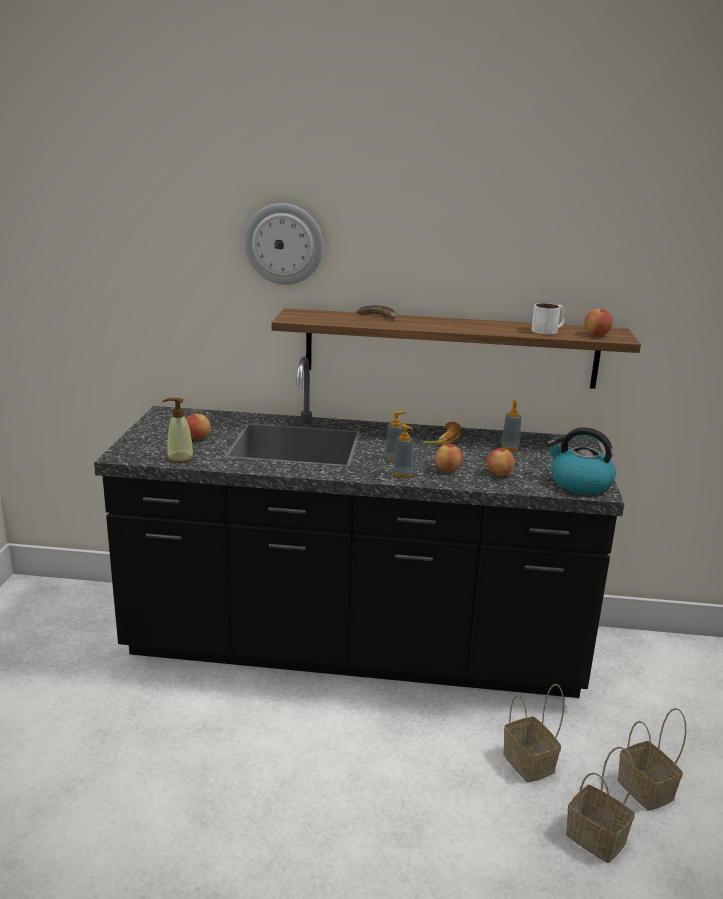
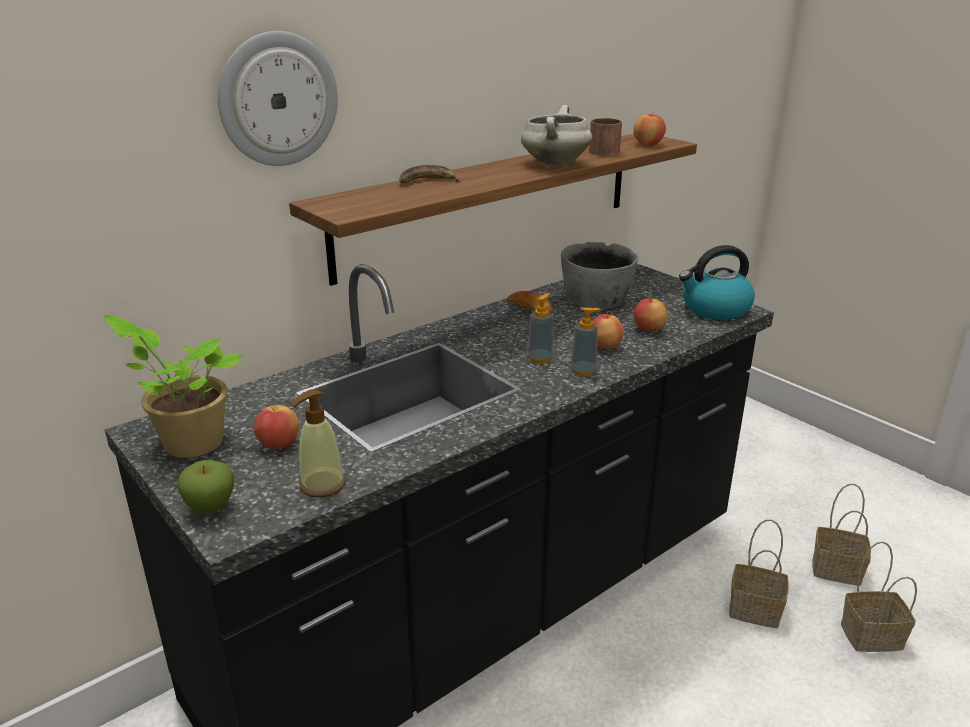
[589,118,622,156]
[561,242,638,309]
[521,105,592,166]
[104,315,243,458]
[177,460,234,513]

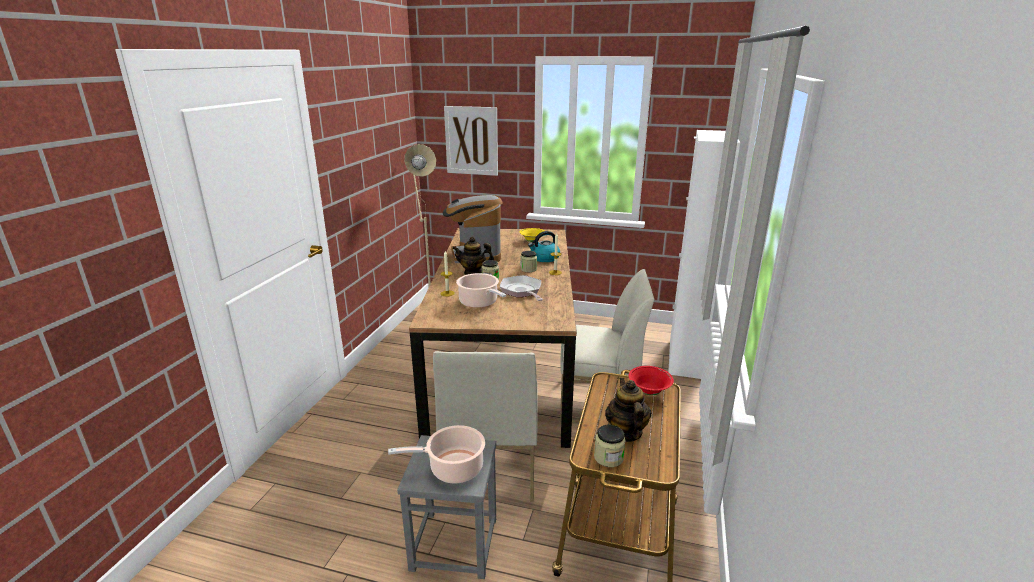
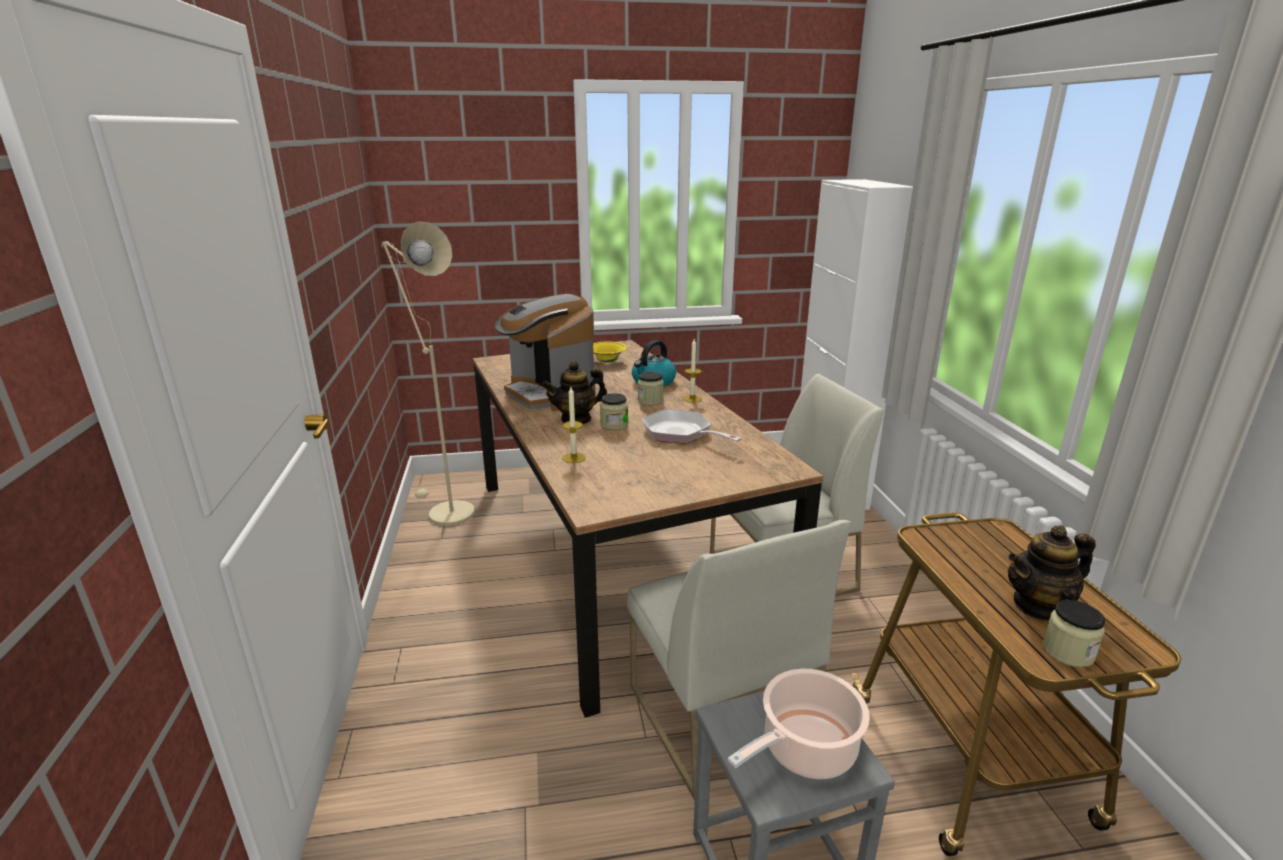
[444,106,498,176] (first image)
[456,273,506,308] (first image)
[629,366,674,395] (first image)
[1008,525,1096,621]

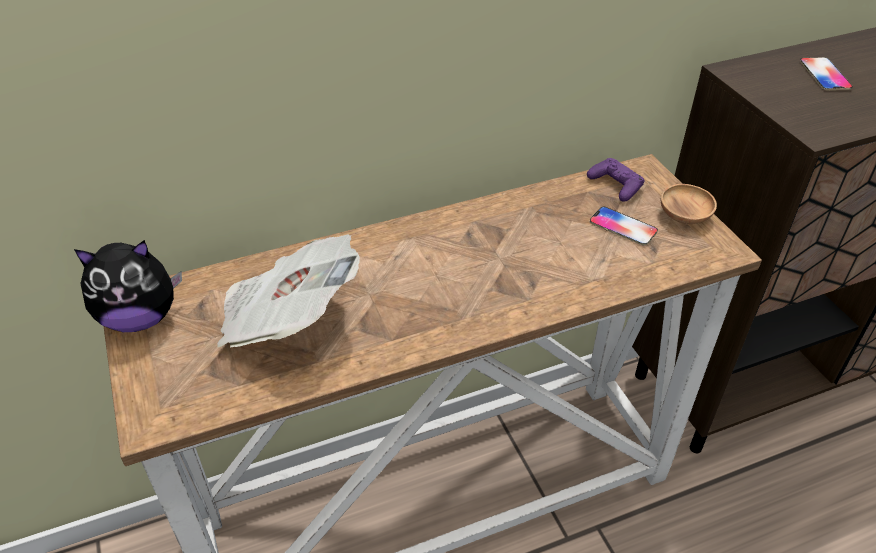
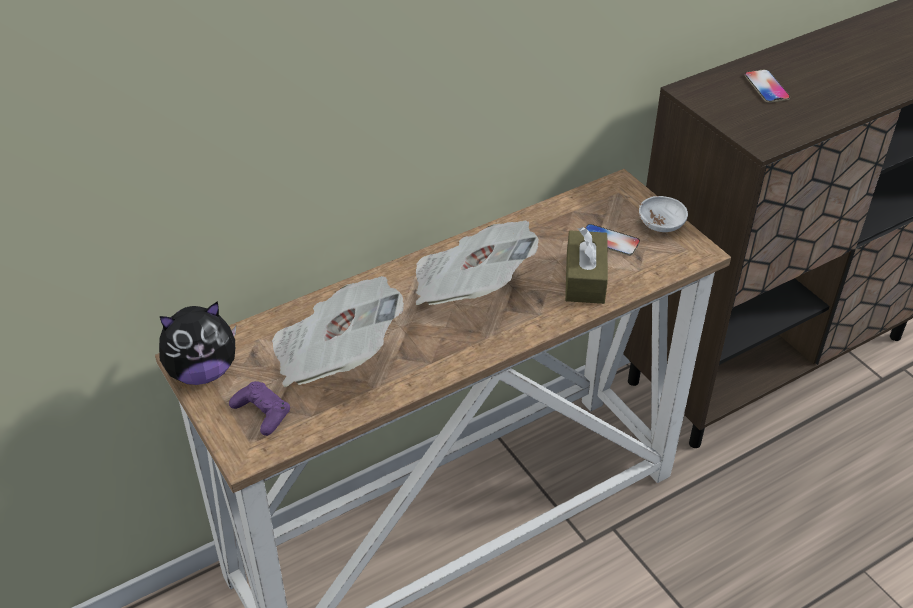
[229,381,290,436]
[639,196,688,232]
[415,221,539,305]
[565,227,608,304]

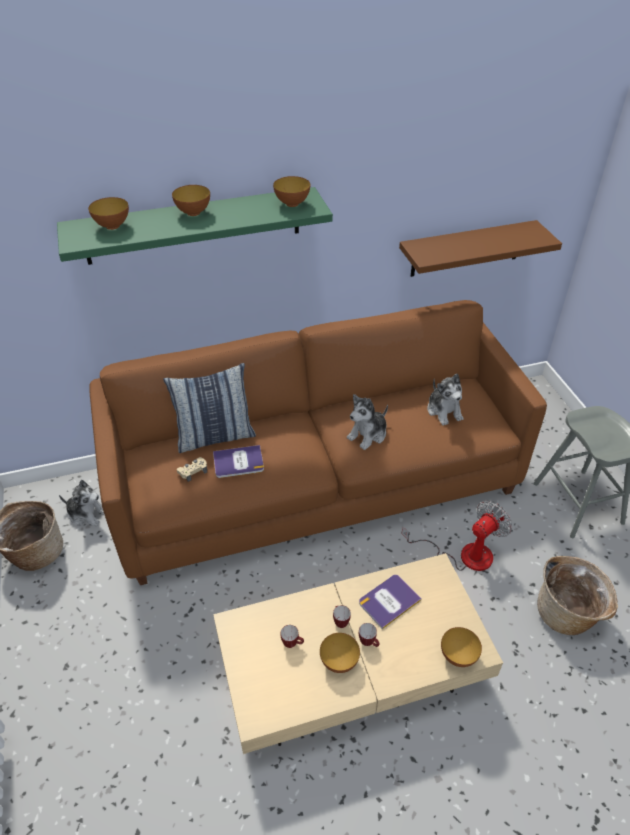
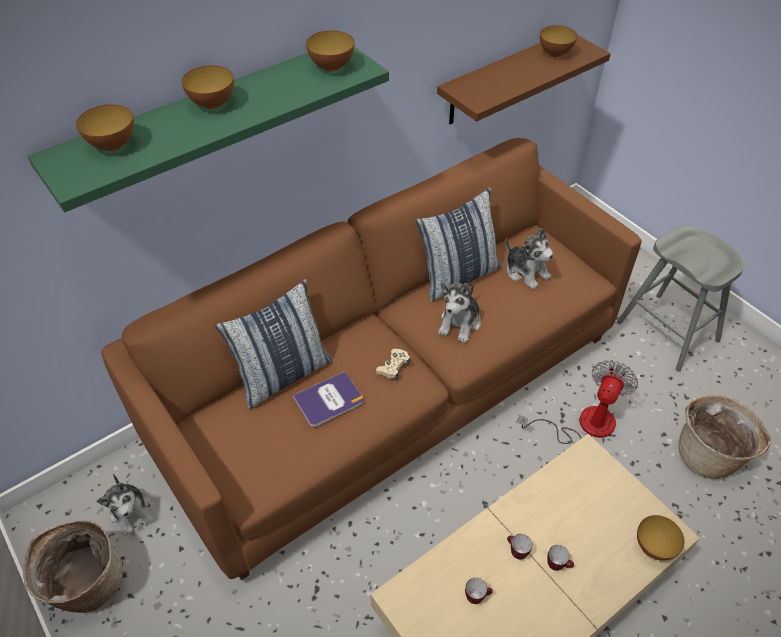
[376,349,410,380]
[97,474,153,536]
[359,575,422,629] (first image)
[540,25,577,57]
[415,187,501,302]

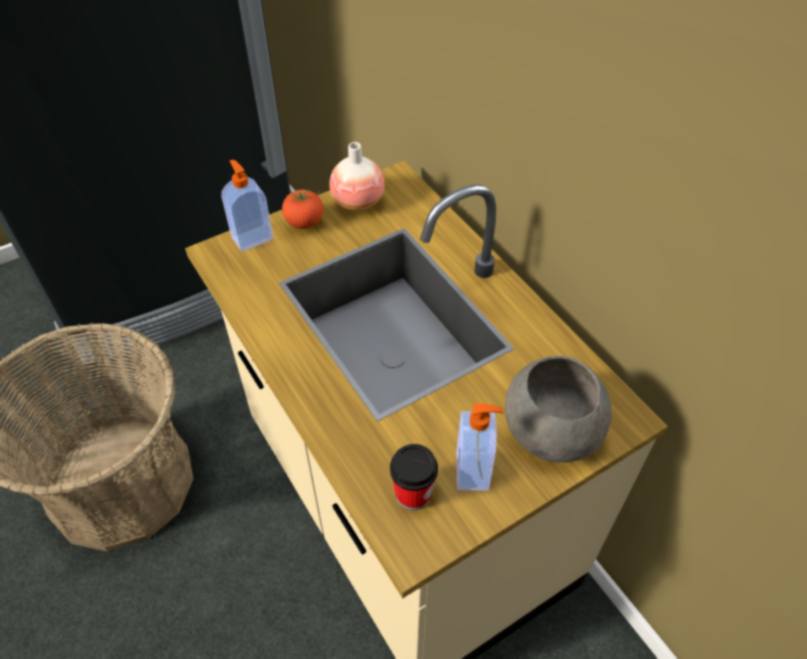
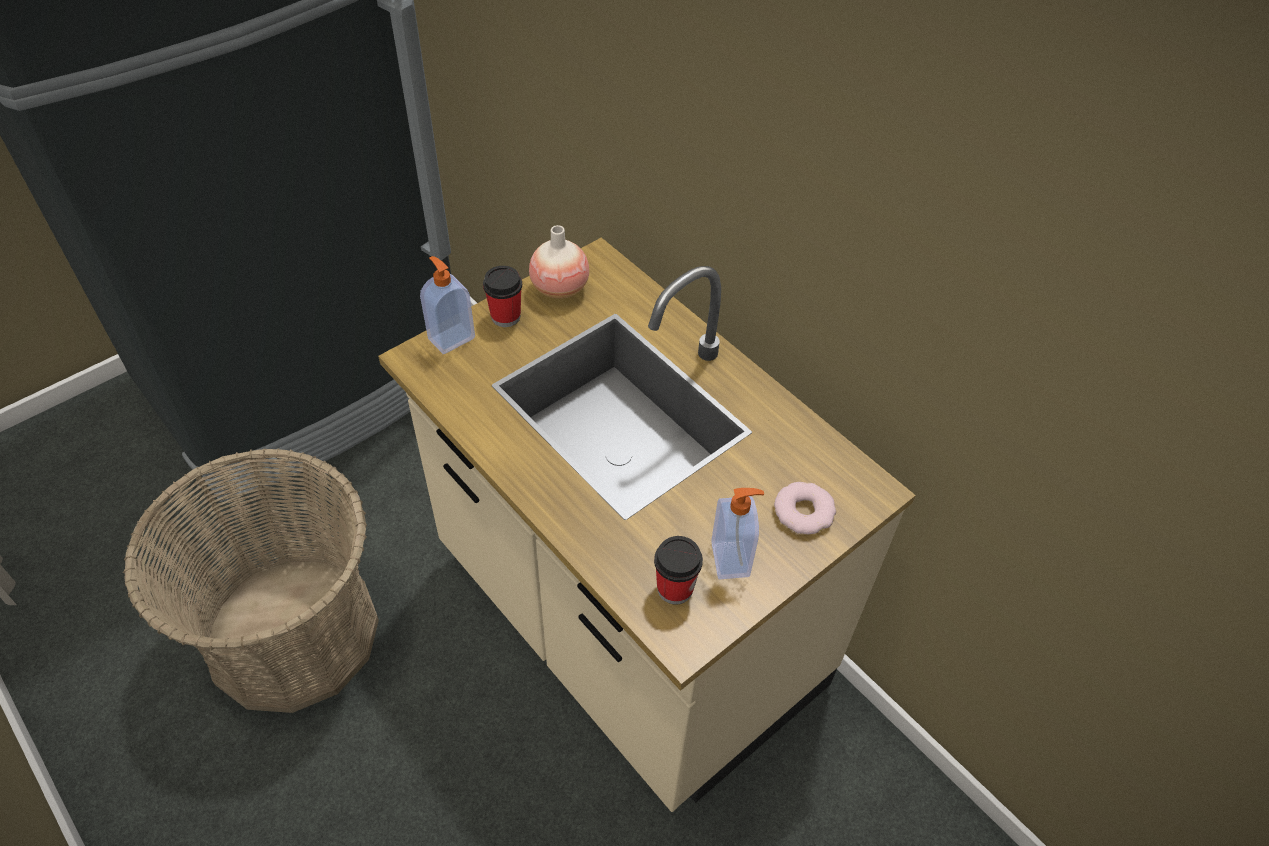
[483,266,522,327]
[774,482,836,535]

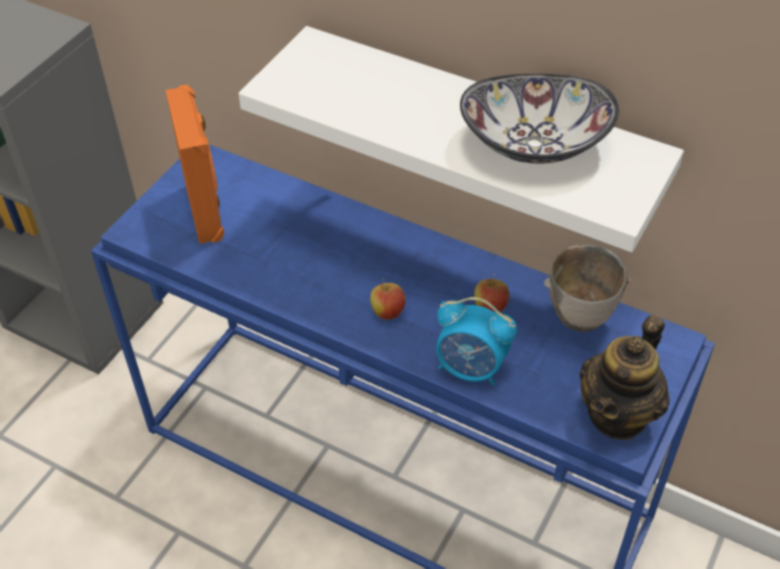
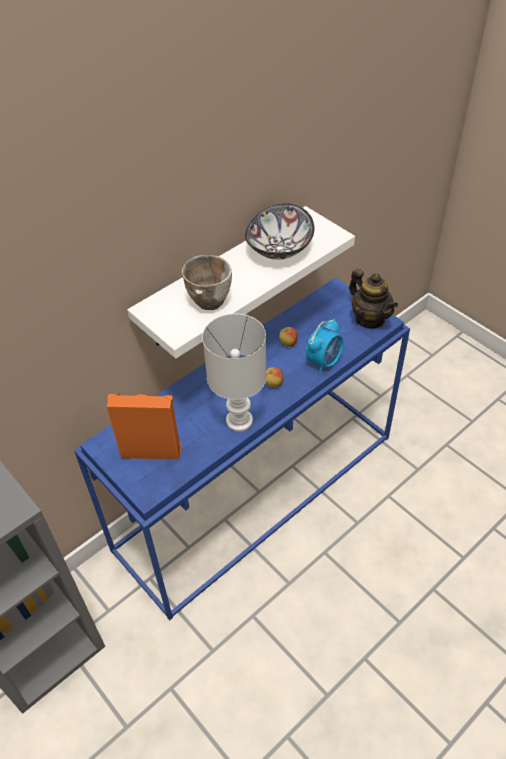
[182,255,232,310]
[202,313,267,432]

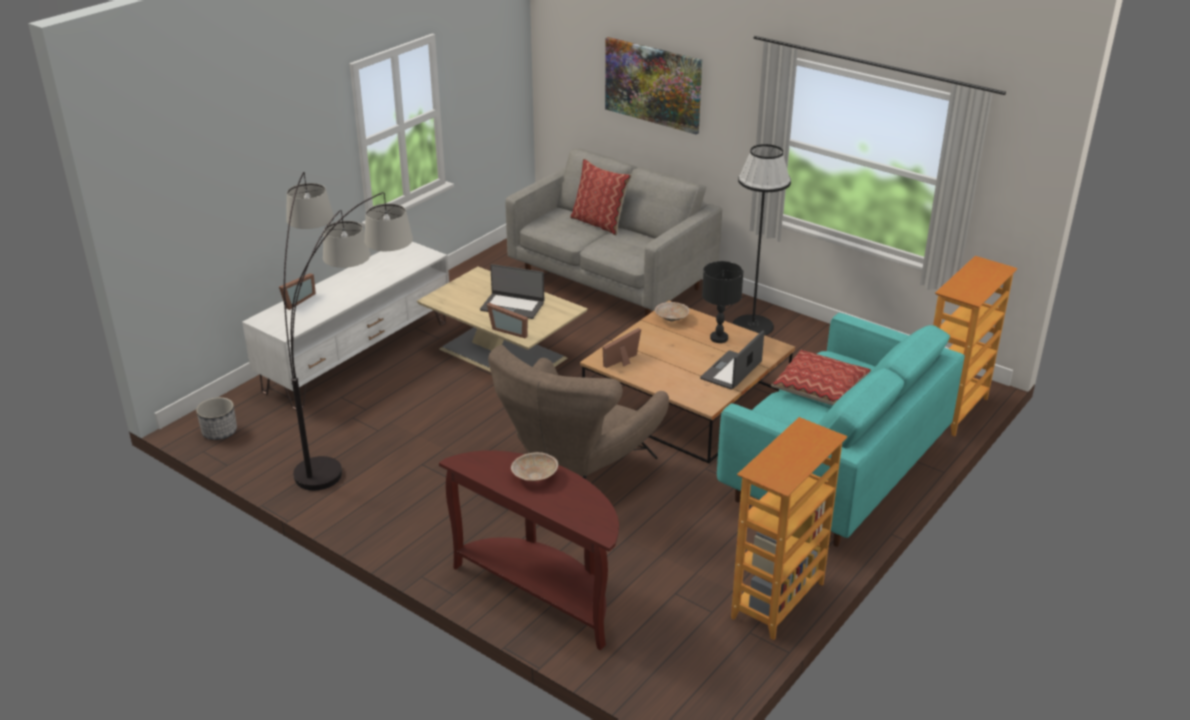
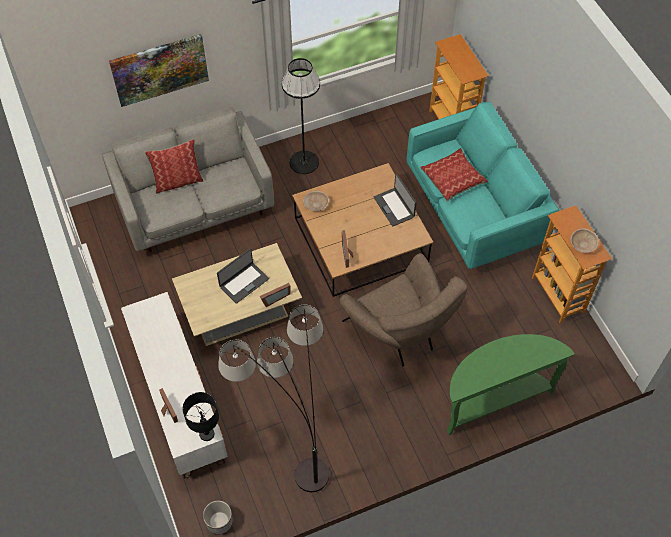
[183,392,219,441]
[447,334,575,435]
[570,228,599,253]

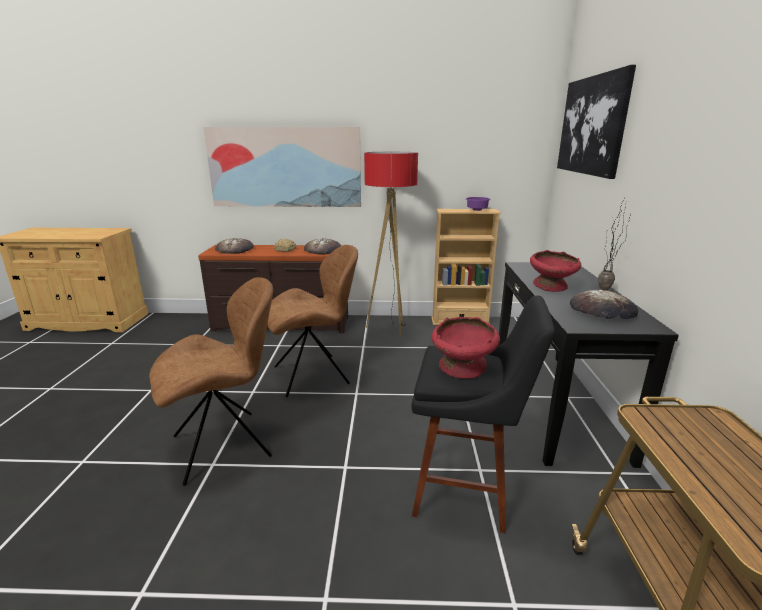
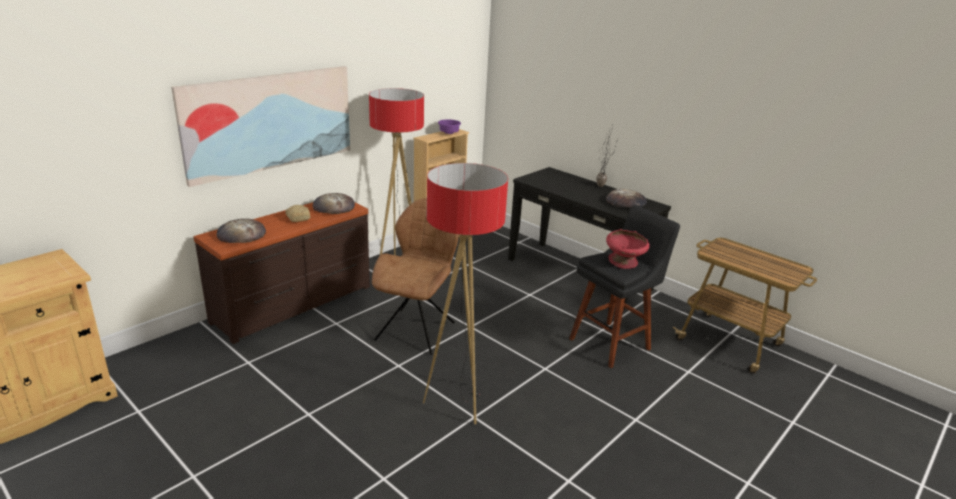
[557,65,636,179] (first image)
[530,250,581,292] (first image)
[423,163,508,425]

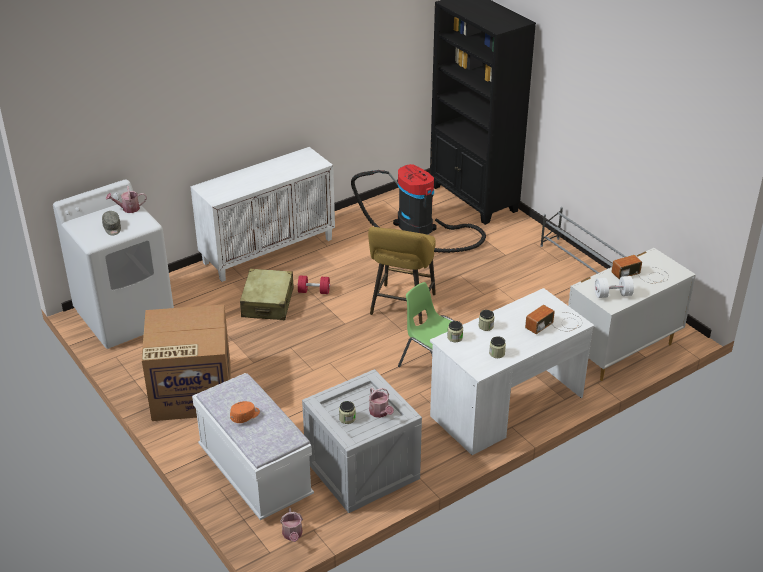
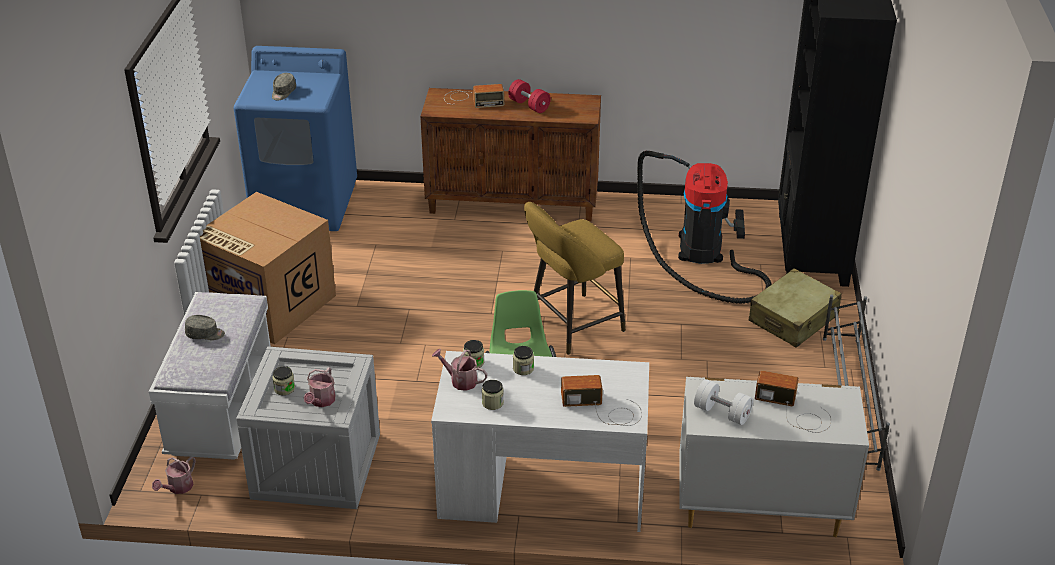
[420,88,601,222]
[234,46,357,231]
[432,349,487,391]
[749,268,842,348]
[508,79,551,113]
[185,315,225,340]
[444,84,504,108]

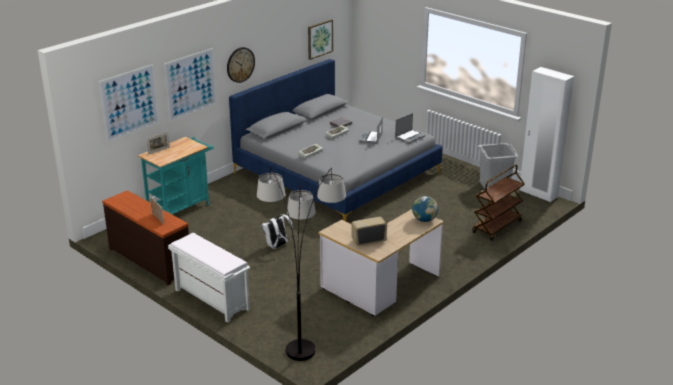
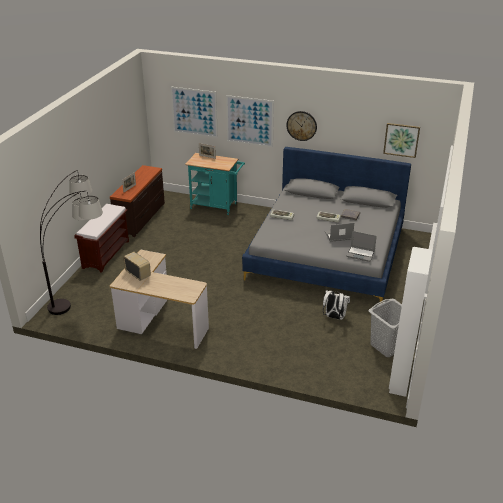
[472,165,525,241] (first image)
[412,196,438,222] (first image)
[323,290,350,320]
[74,204,129,273]

